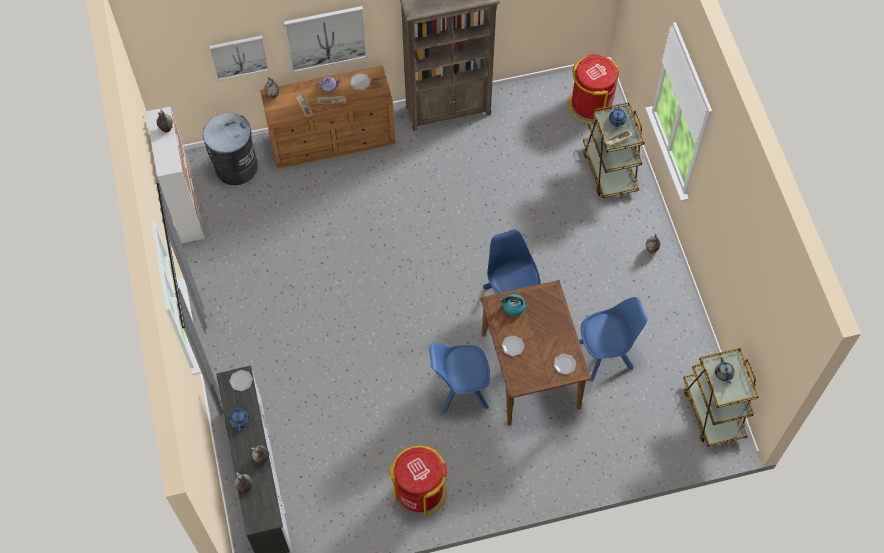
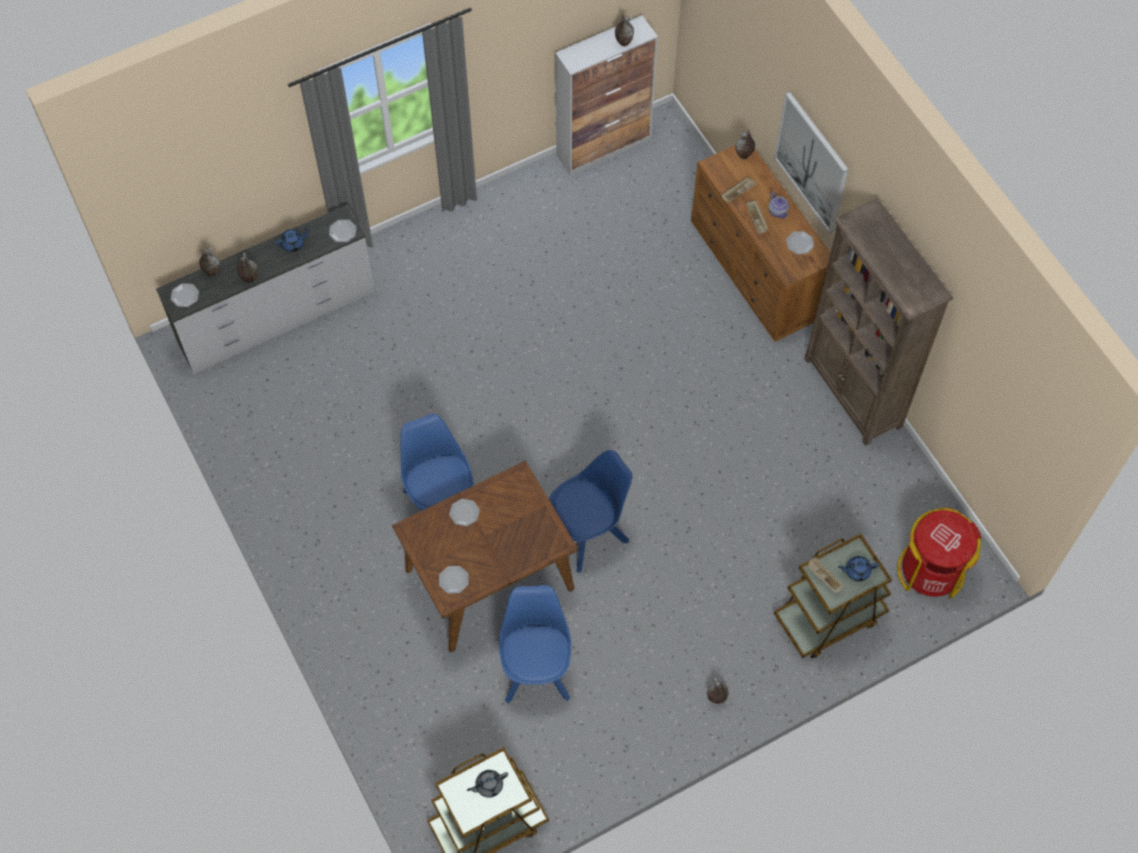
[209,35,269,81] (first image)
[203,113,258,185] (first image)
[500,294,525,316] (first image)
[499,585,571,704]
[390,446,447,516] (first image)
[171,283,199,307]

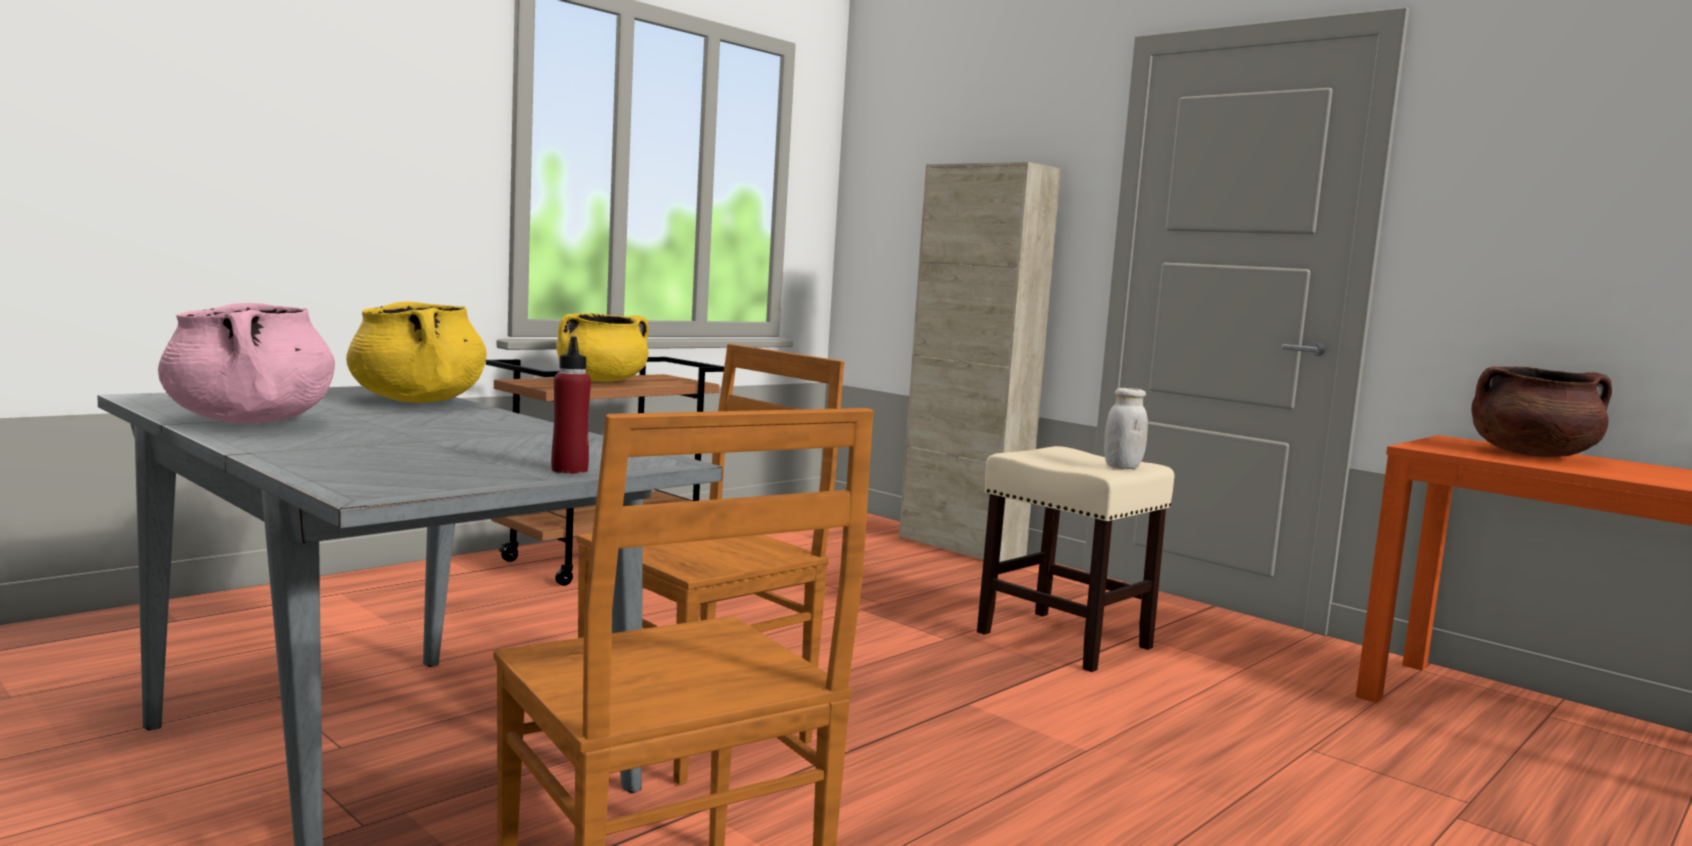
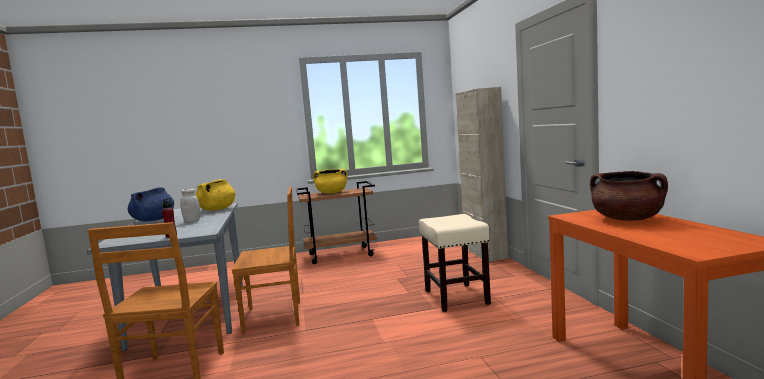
[128,187,174,221]
[180,189,200,223]

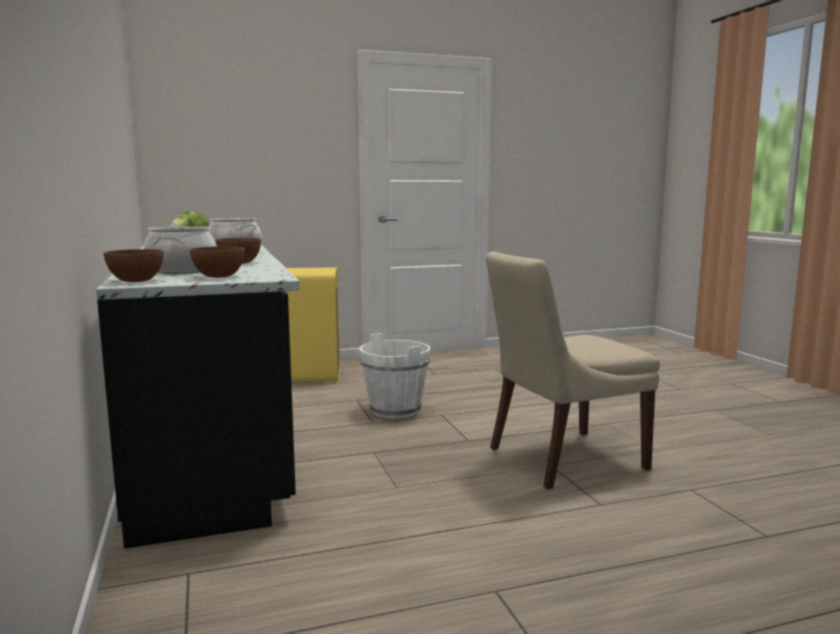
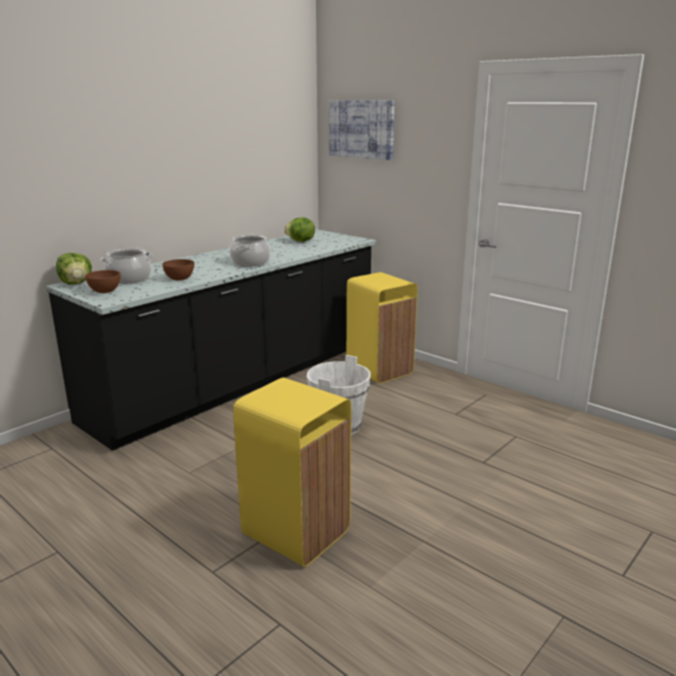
[56,253,92,284]
[233,377,351,567]
[329,100,395,160]

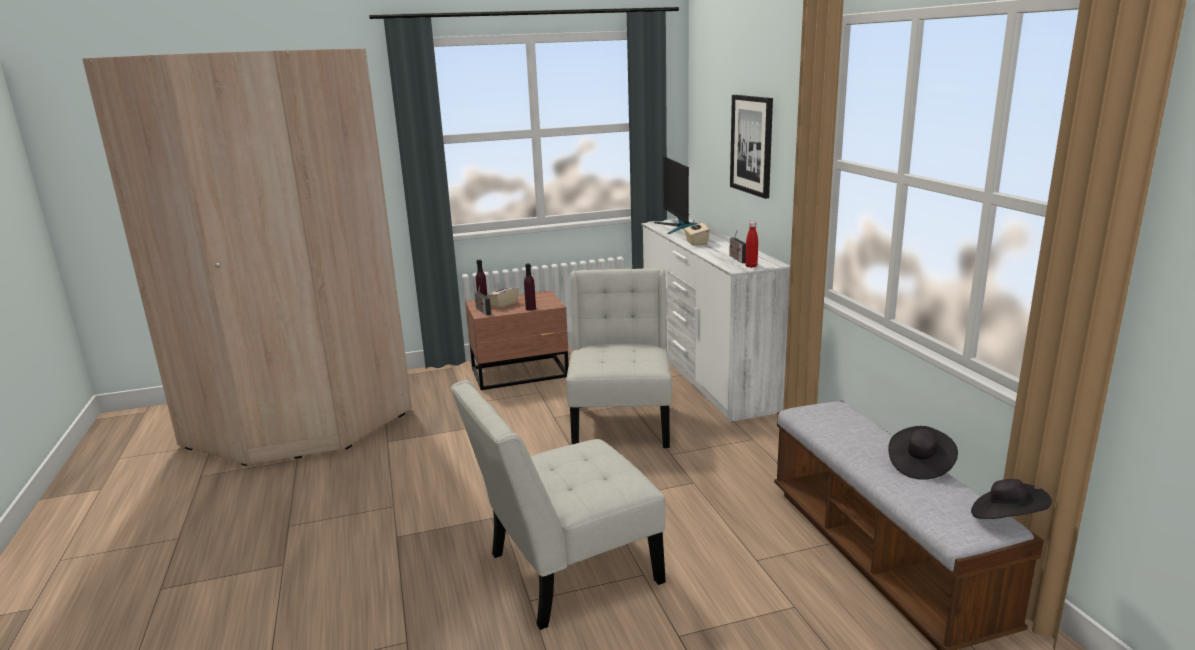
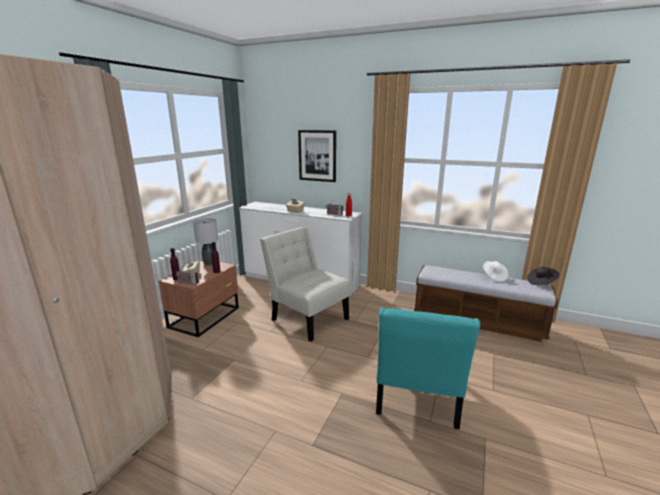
[654,156,697,234] (first image)
[376,307,480,429]
[483,261,509,282]
[193,218,218,265]

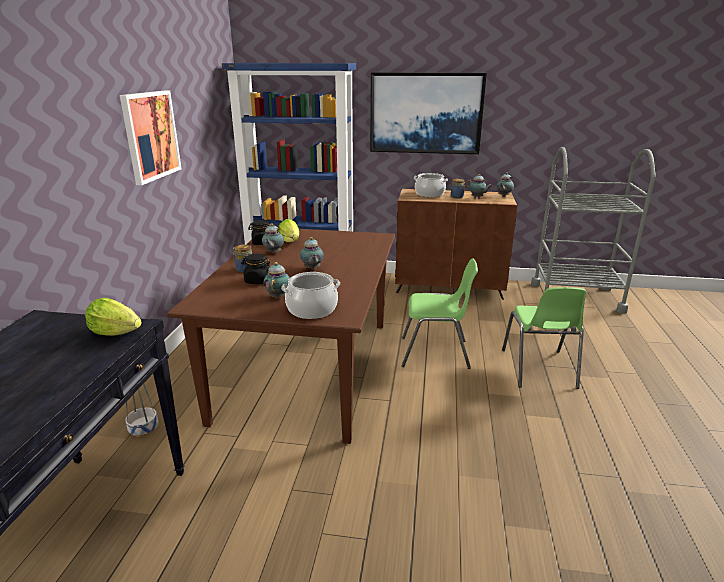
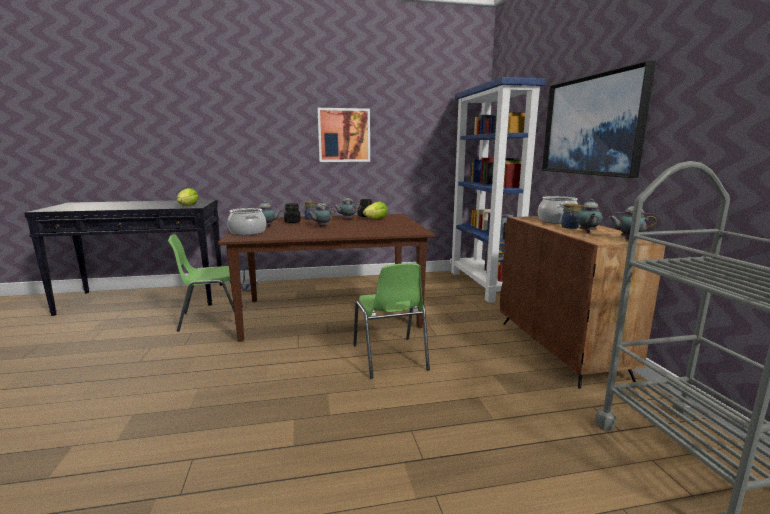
[168,234,243,331]

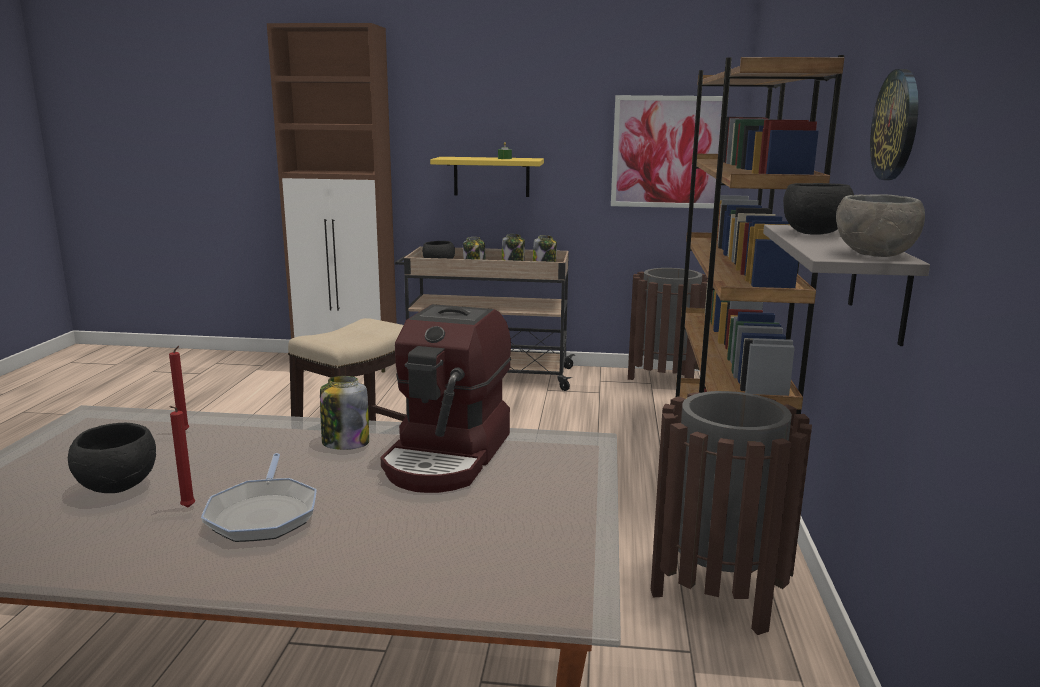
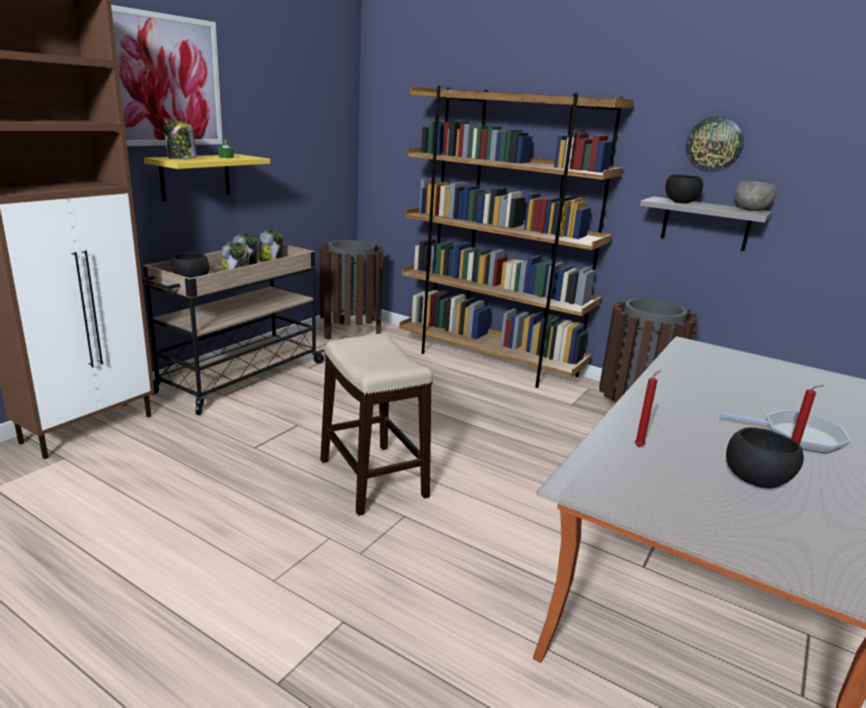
[111,5,223,146]
[381,304,511,493] (first image)
[164,121,197,159]

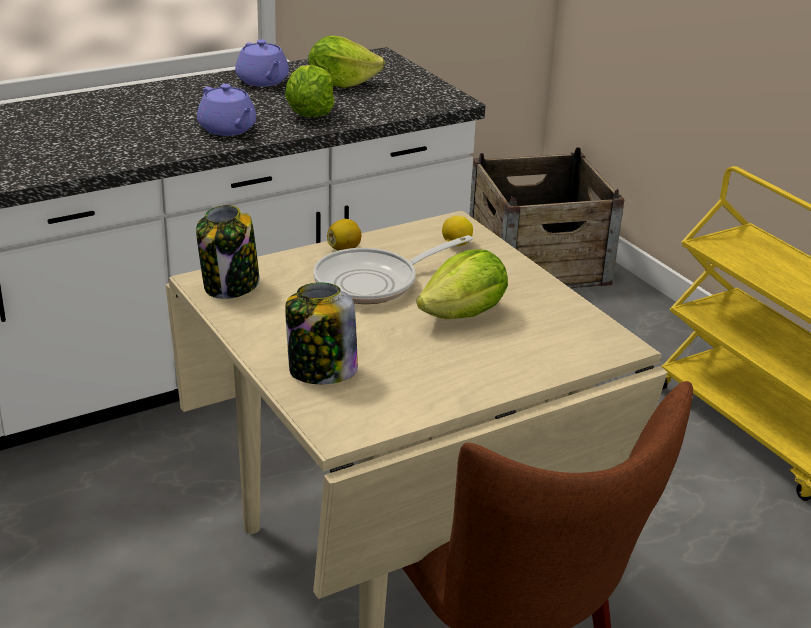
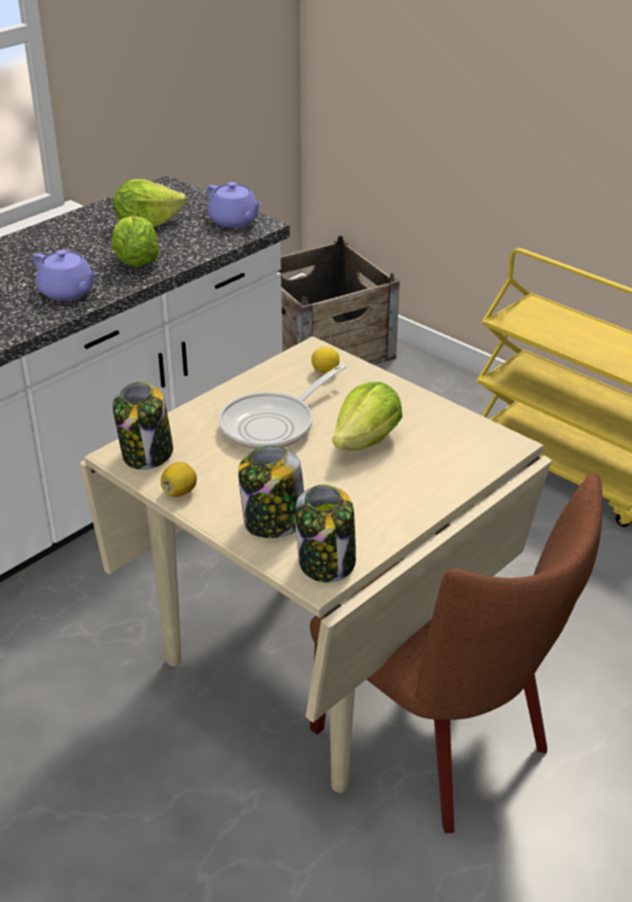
[207,182,262,228]
[161,462,197,497]
[295,484,356,583]

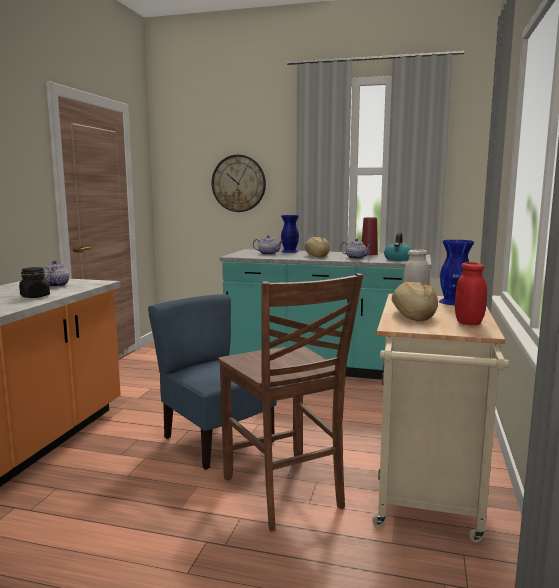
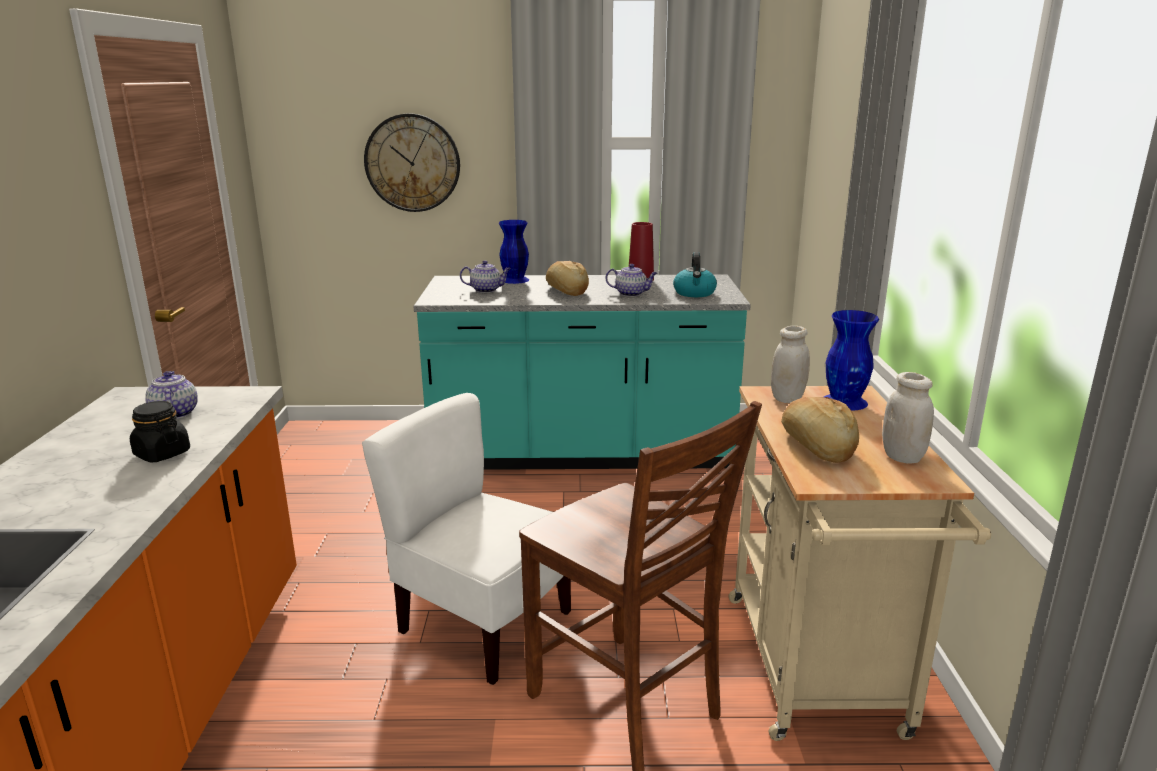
[882,372,934,464]
[362,393,571,685]

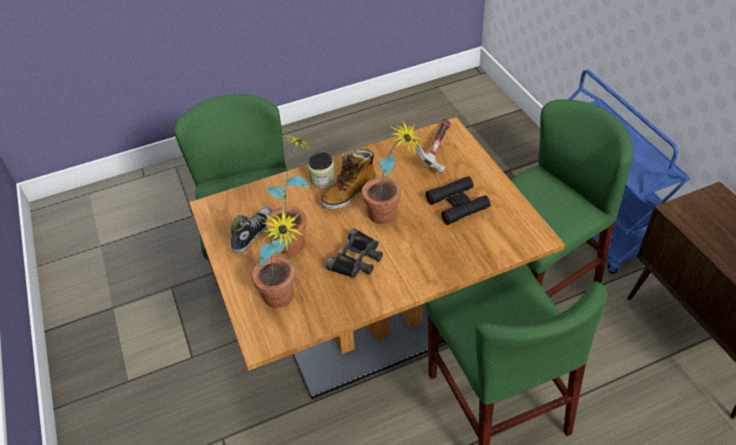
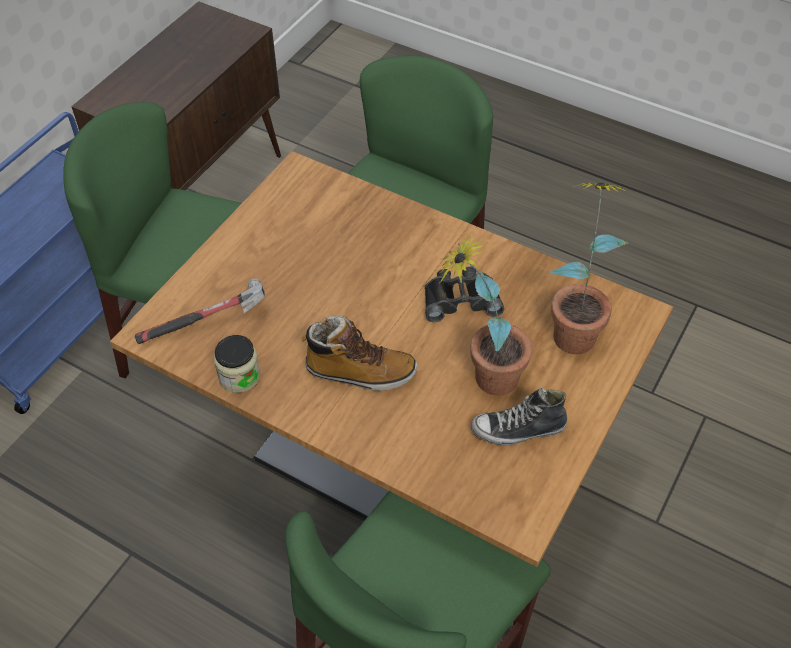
[362,120,423,224] (first image)
[214,335,260,393]
[426,176,491,225] (first image)

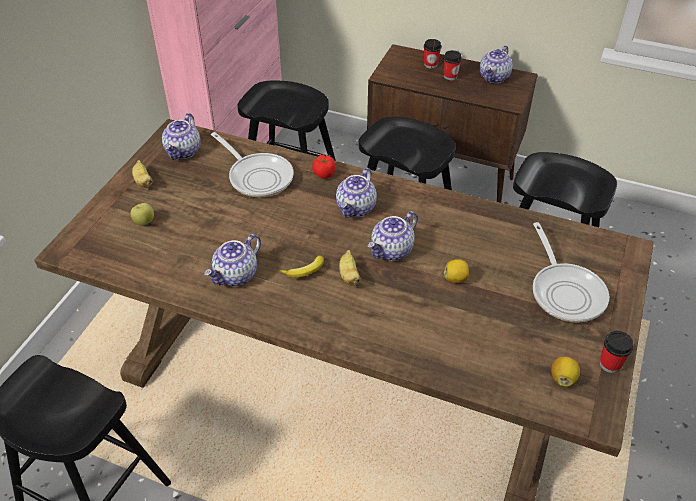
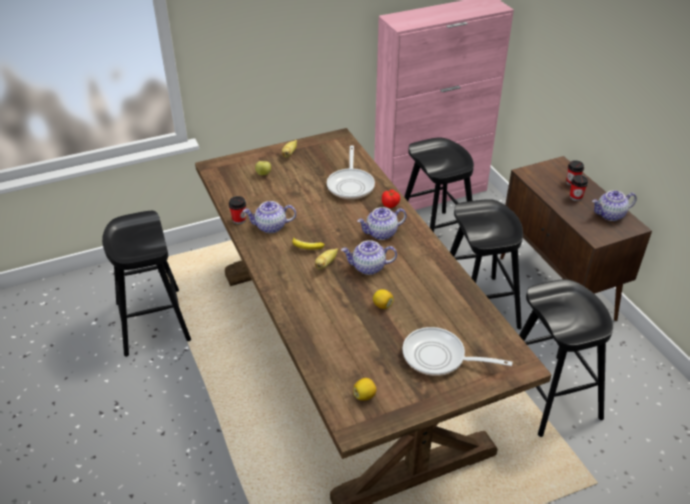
[162,113,201,160] (first image)
[403,327,513,376]
[229,196,246,224]

